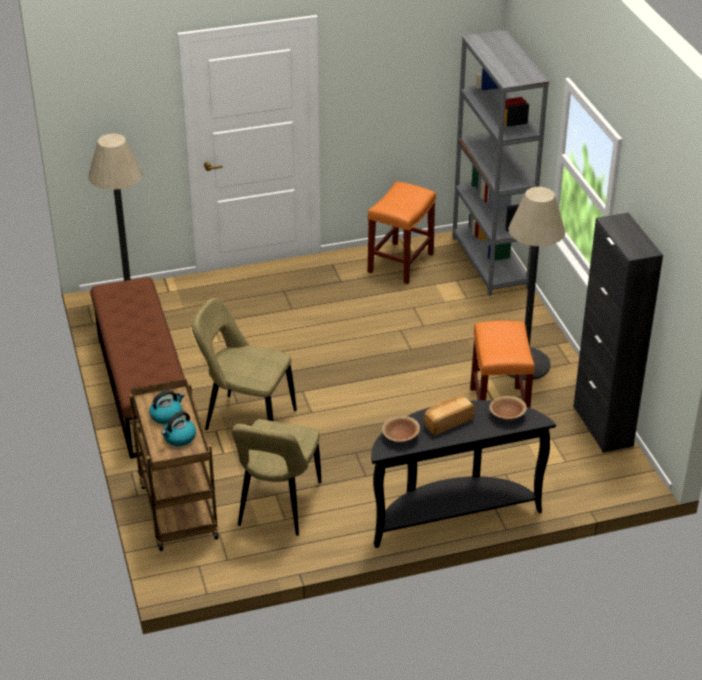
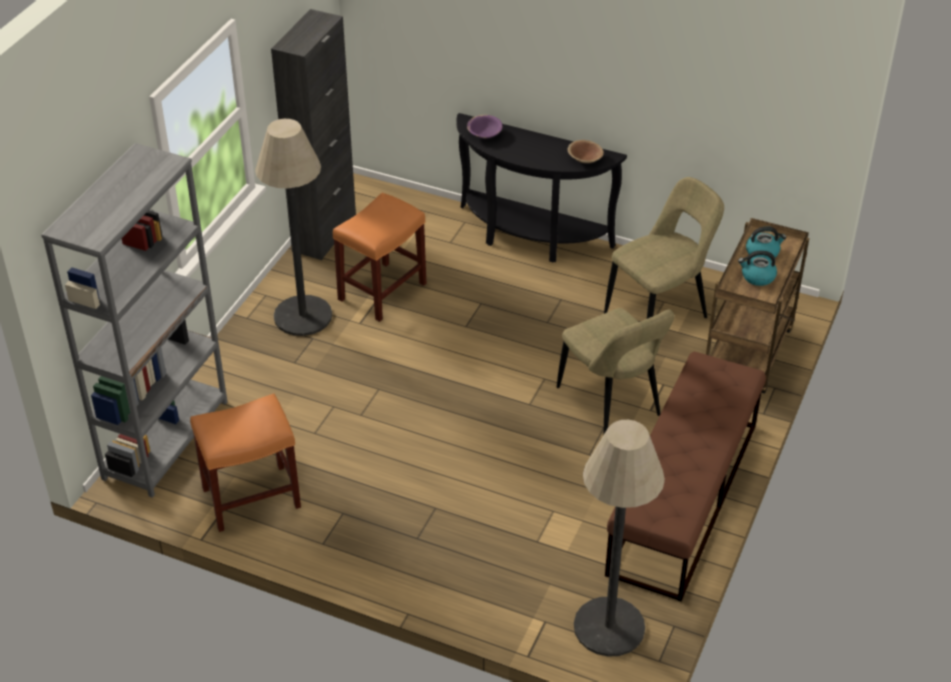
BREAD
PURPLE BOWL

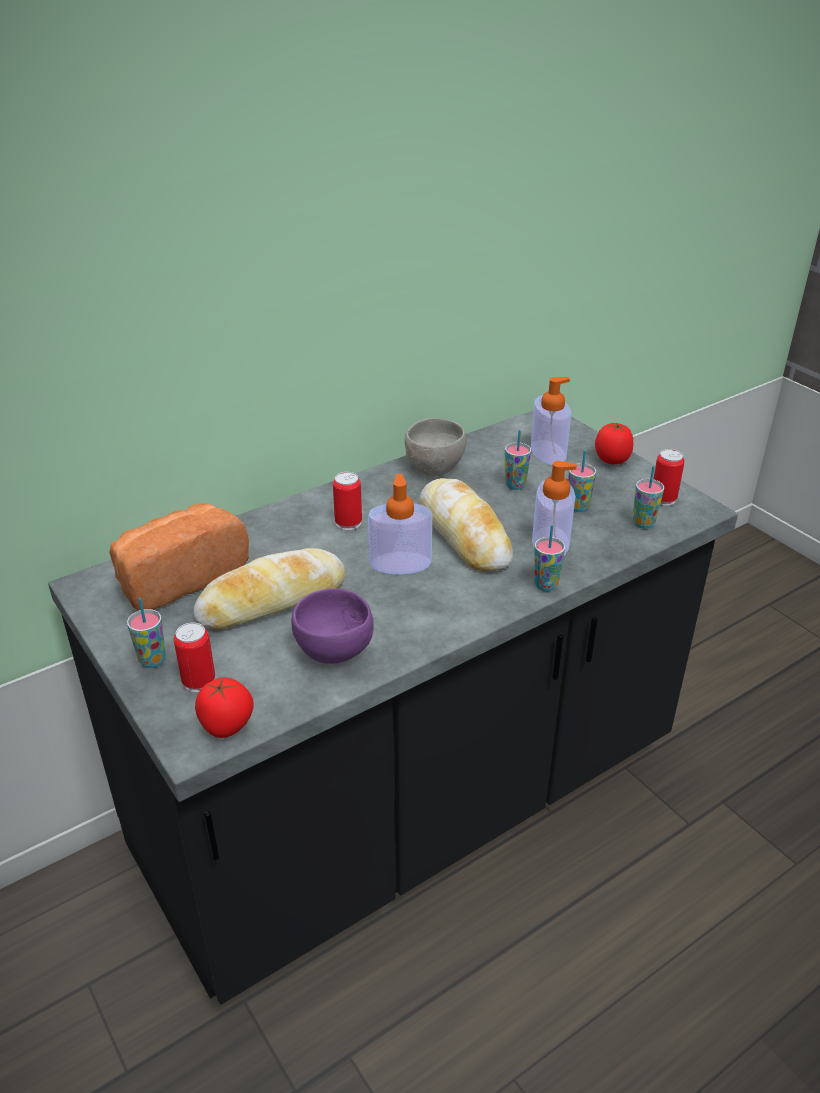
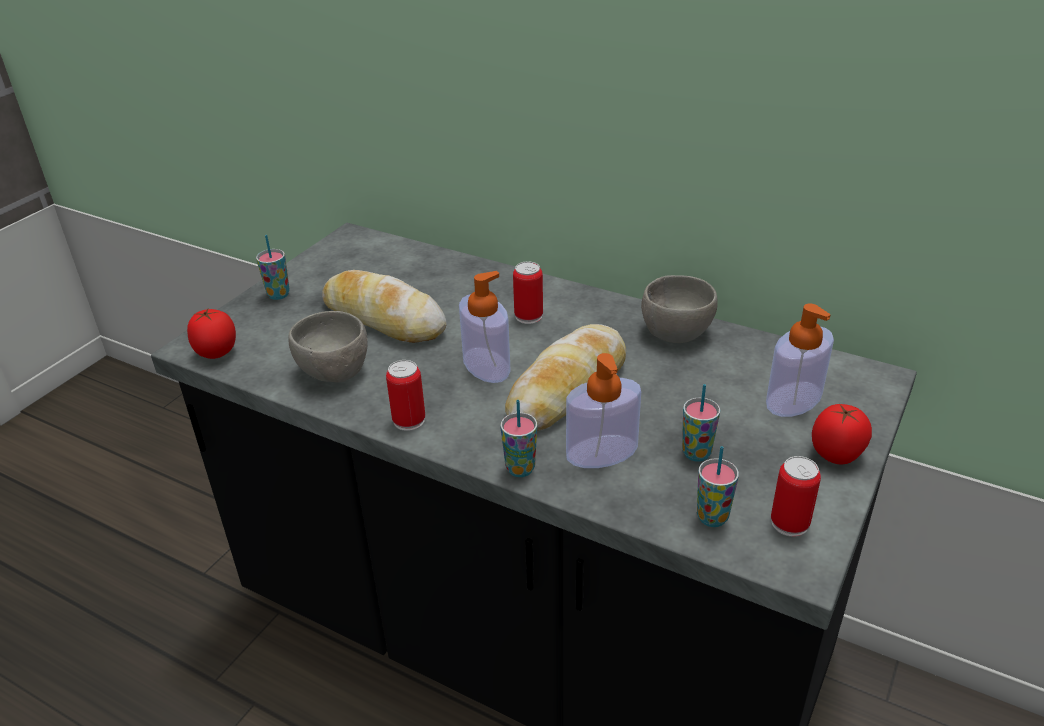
BREAD (1st from left in the first image)
CUP (2nd from left in the first image)
CAN (1st from left)
GREY BOWL (1st from left)

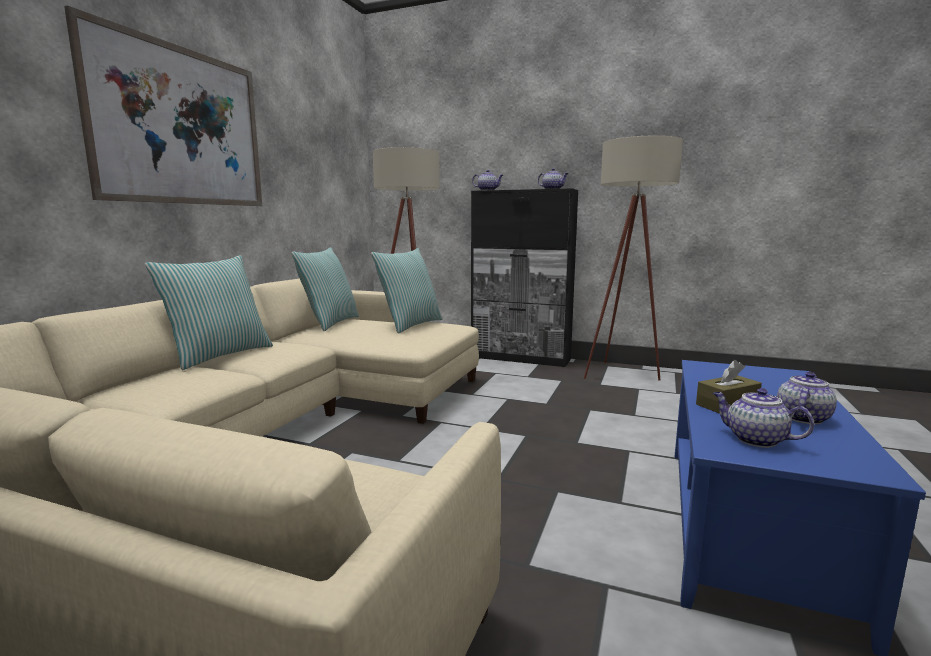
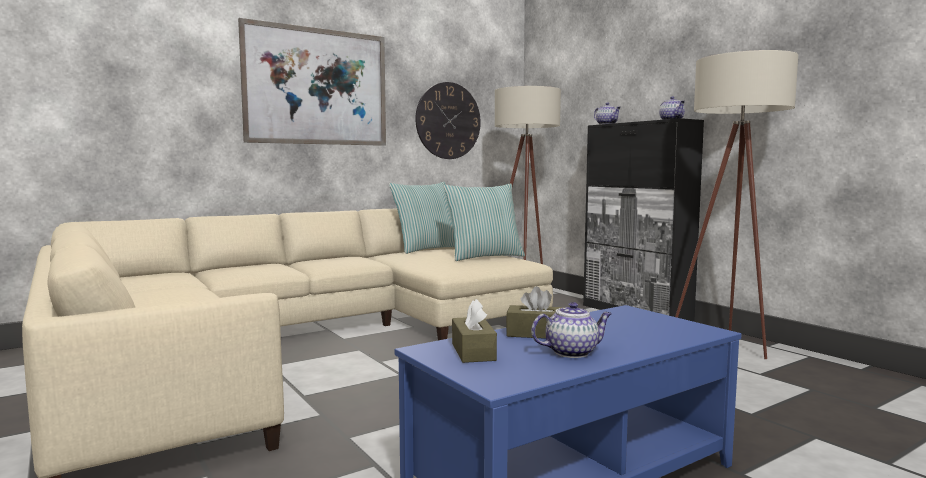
PILLOW (1st from left in the first image)
WALL CLOCK
BROWN TISSUE BOX (1st from left)

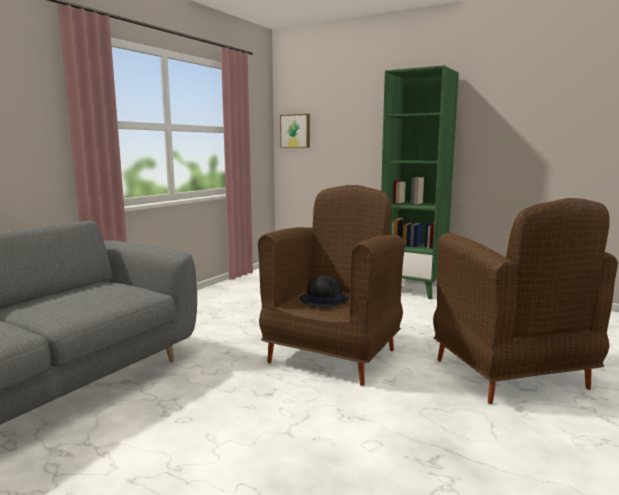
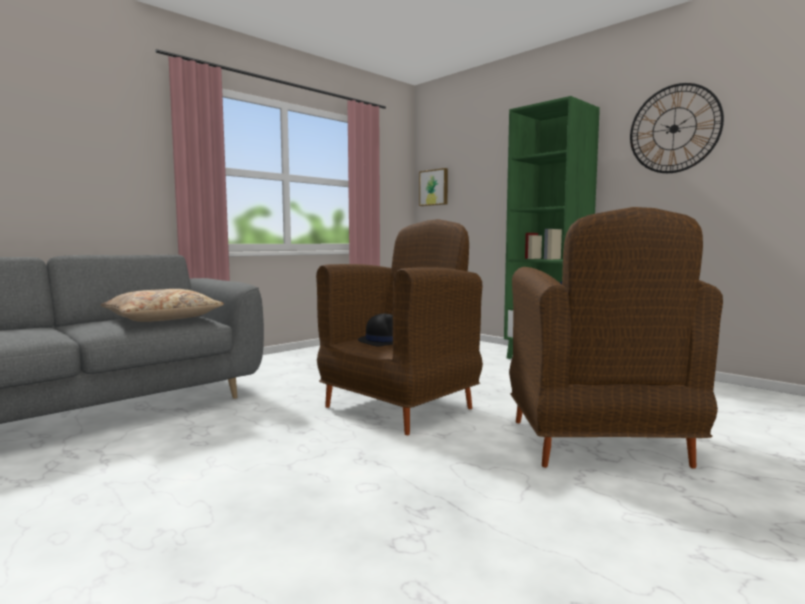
BEIGE PILLOW
WALL CLOCK

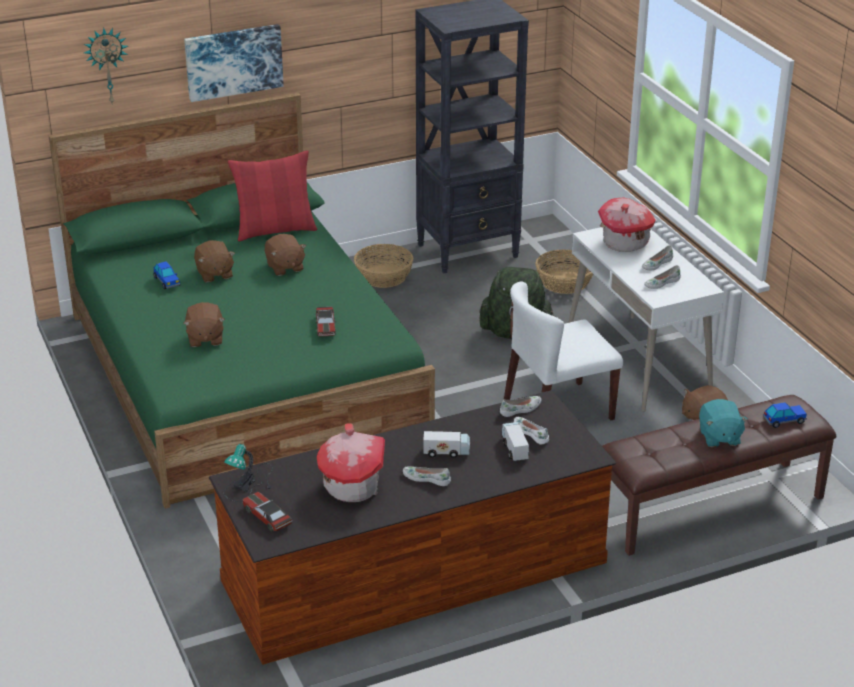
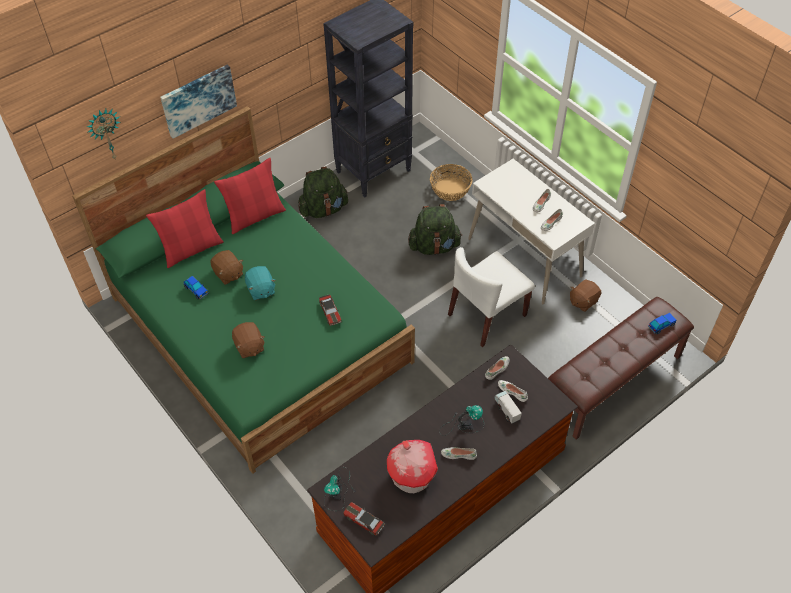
BROWN PLUSH TOY (3rd from left in the first image)
TOY HOUSE (2nd from left in the first image)
RED PILLOW (1st from left)
TURQUOISE PLUSH TOY
GREEN BACKPACK (1st from left)
TABLE LAMP (2nd from left)

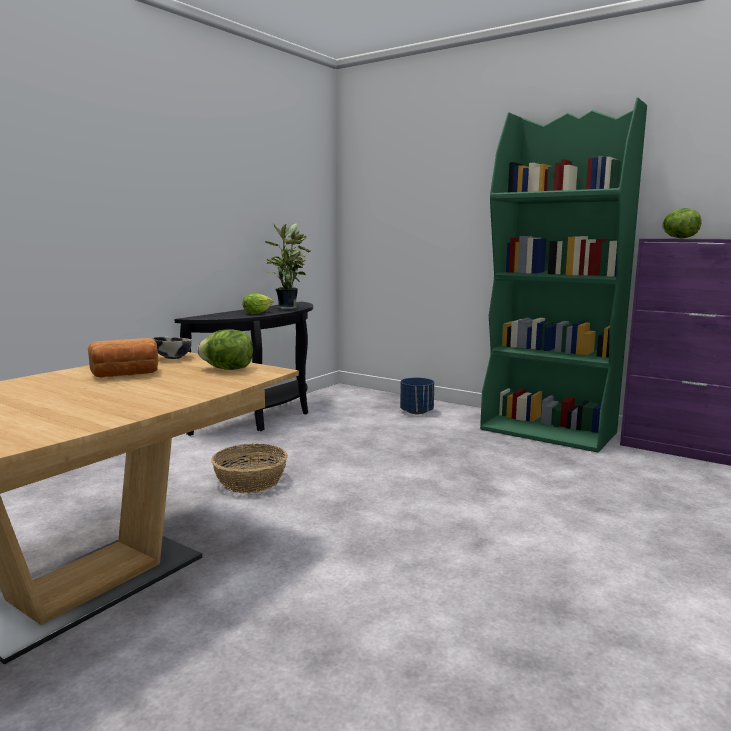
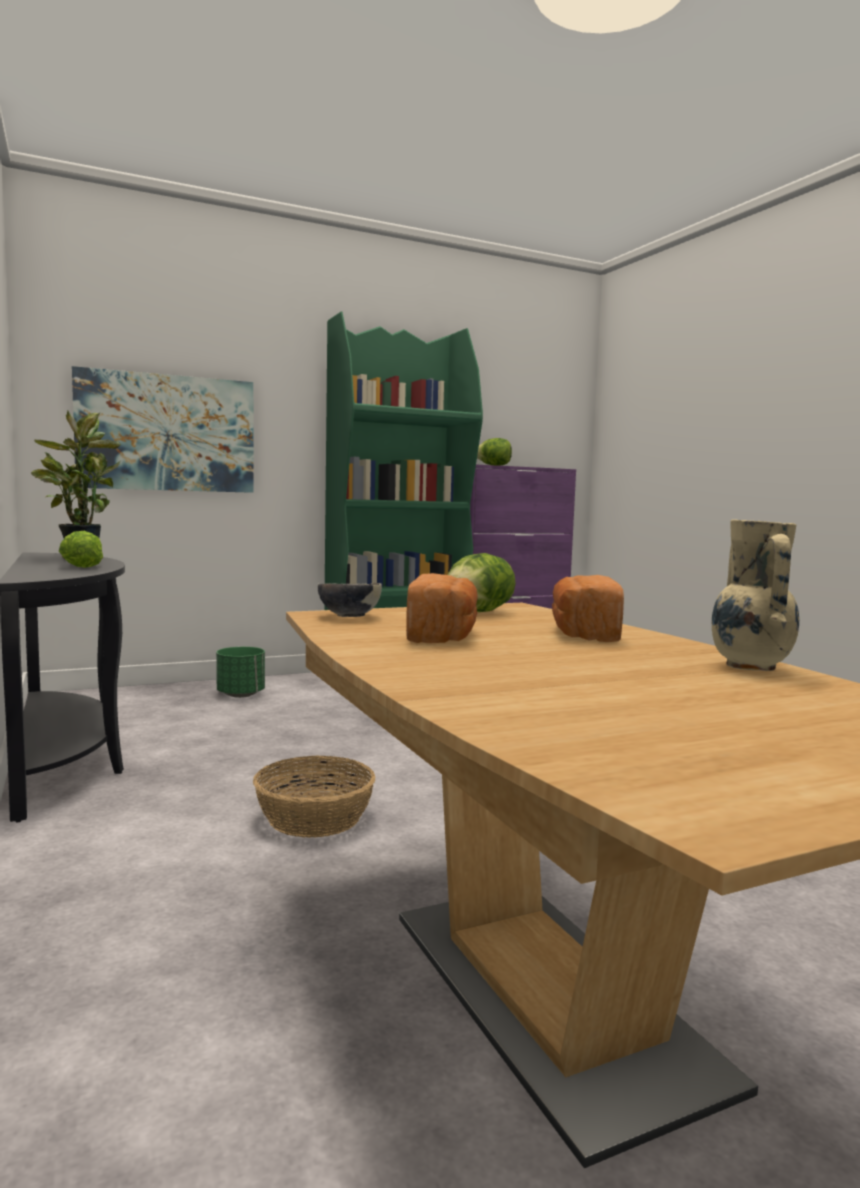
PICTURE
BREAD (2nd from left)
BEIGE VASE
GREEN PLANTER

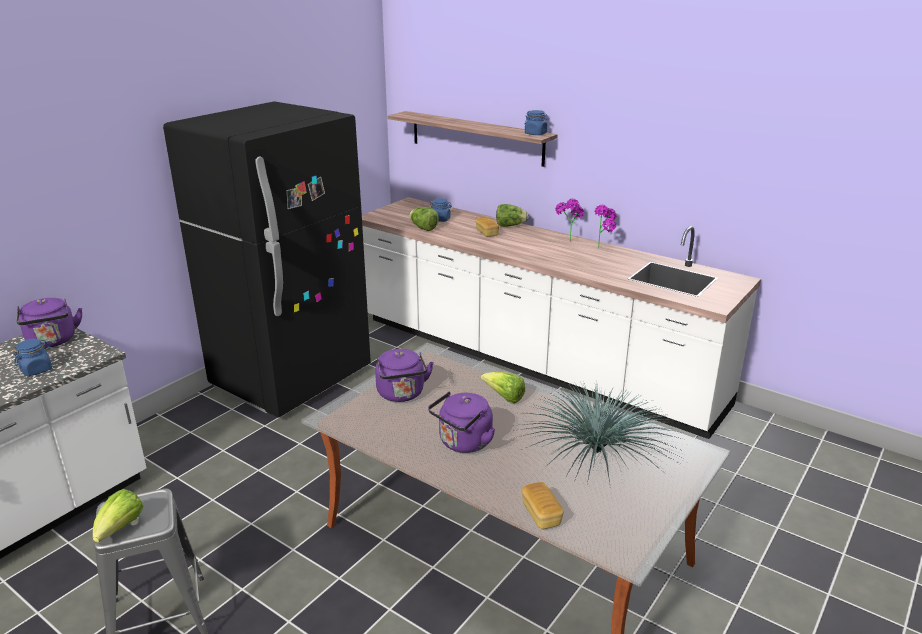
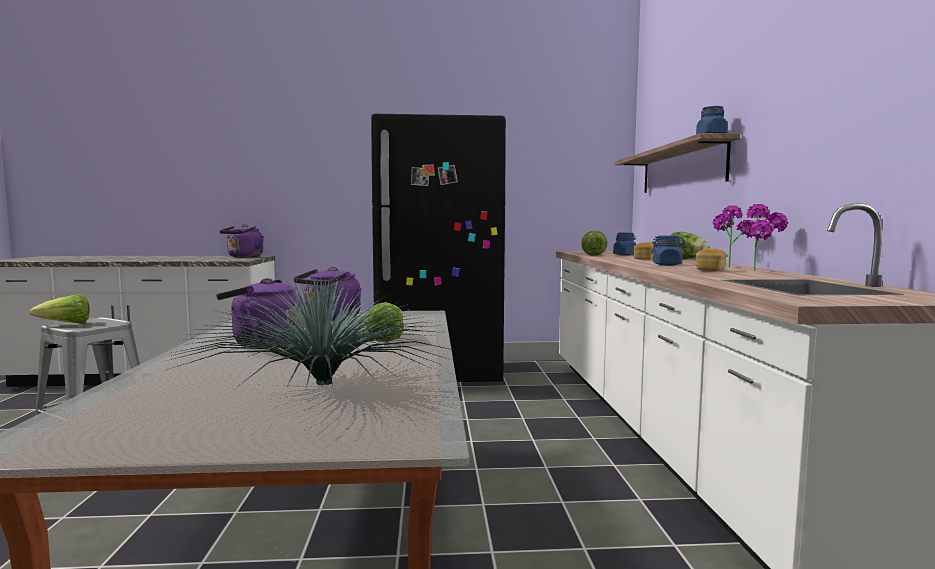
BLUE JAR (2nd from left)
BREAD (2nd from left)

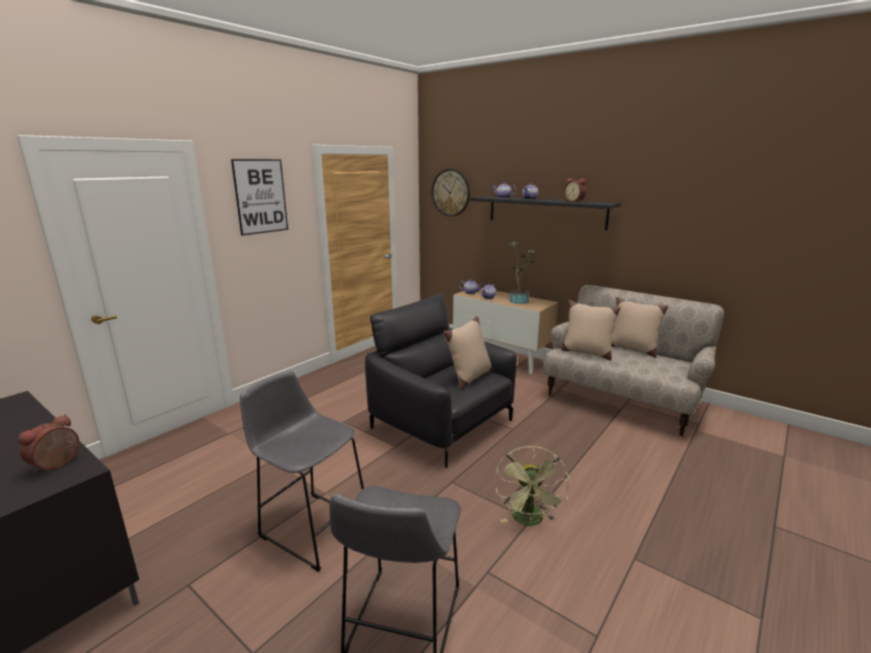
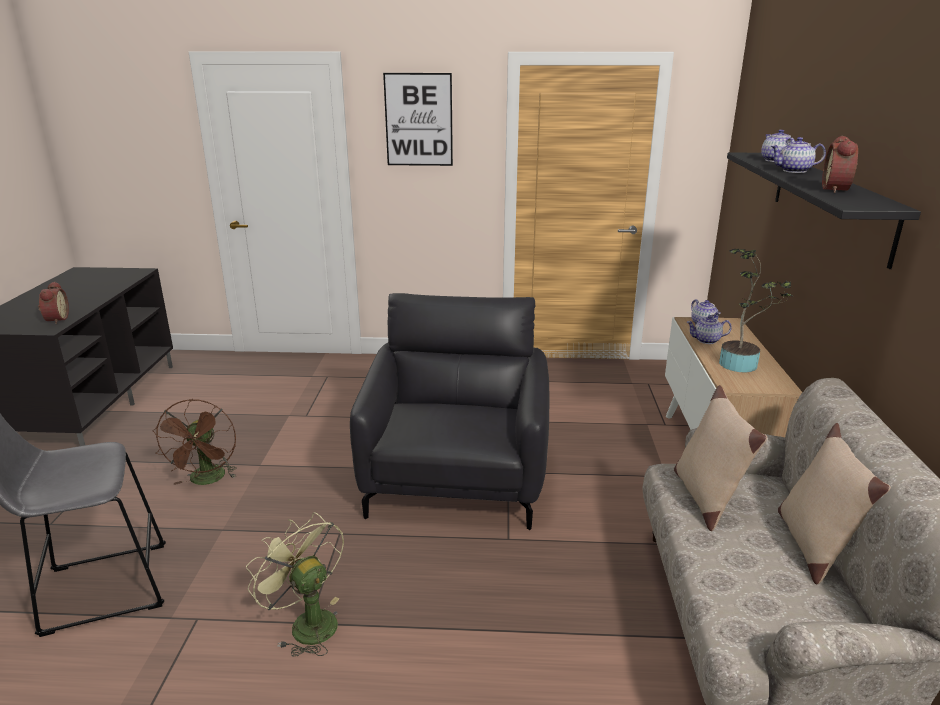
WALL CLOCK
BEIGE PILLOW (1st from left in the first image)
BROWN FAN
ALARM CLOCK (1st from left)
GREEN FAN

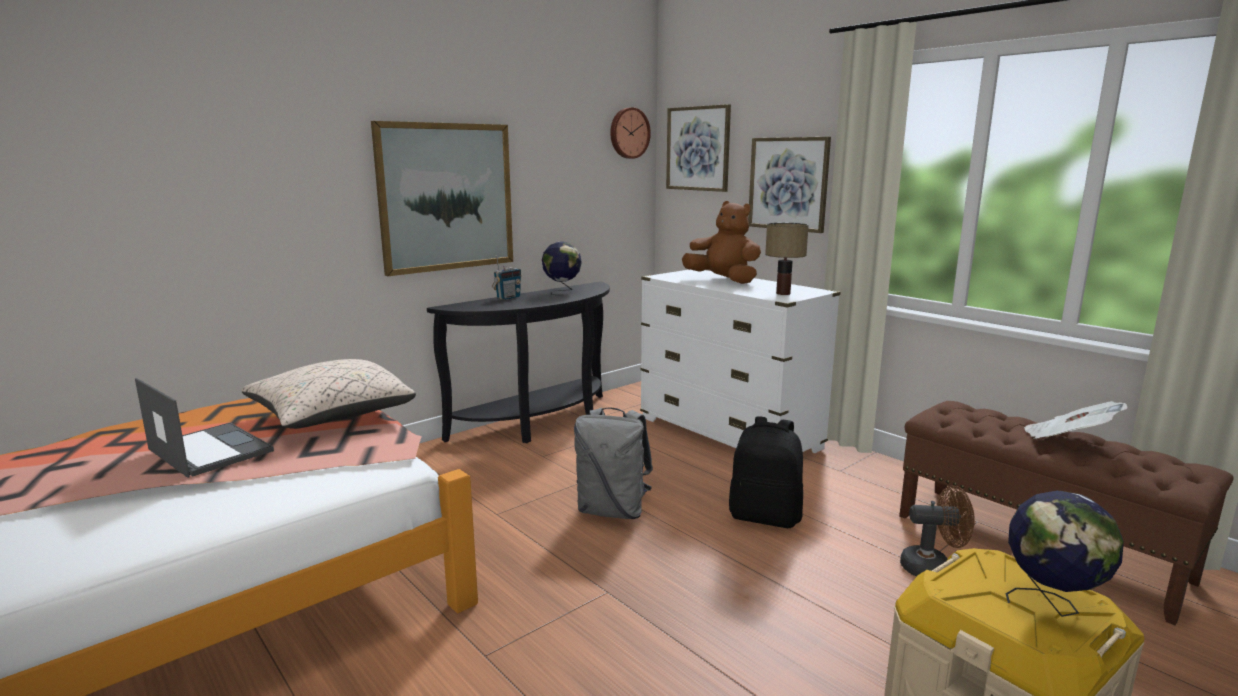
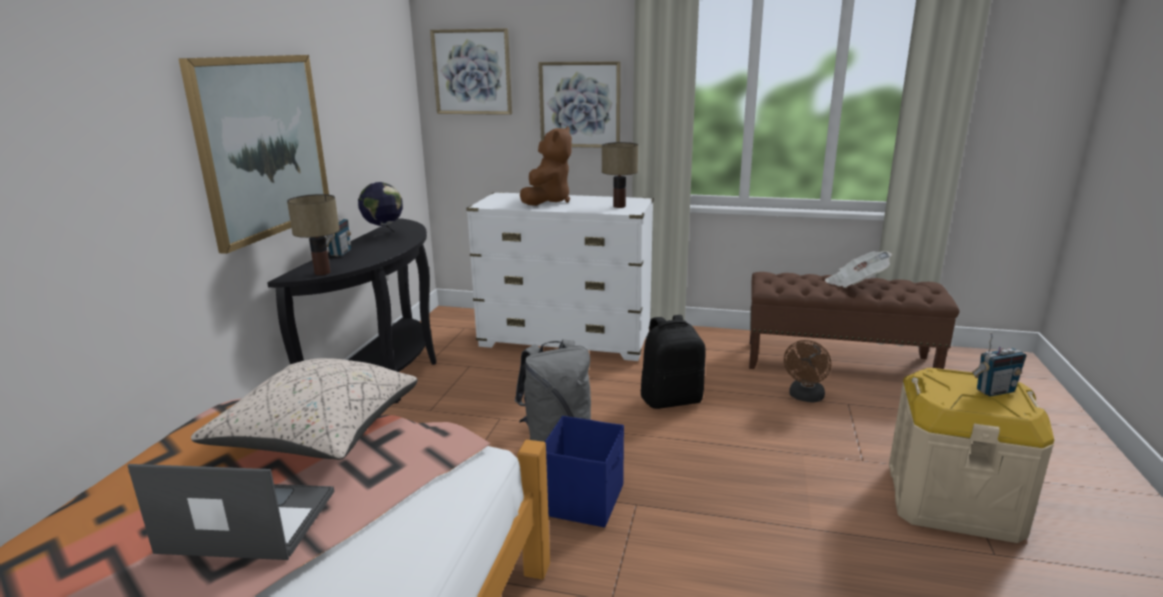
WALL CLOCK
TABLE LAMP (1st from left)
BLUE STORAGE BOX
RADIO (2nd from left)
BROWN PLUSH TOY
BROWN FAN

